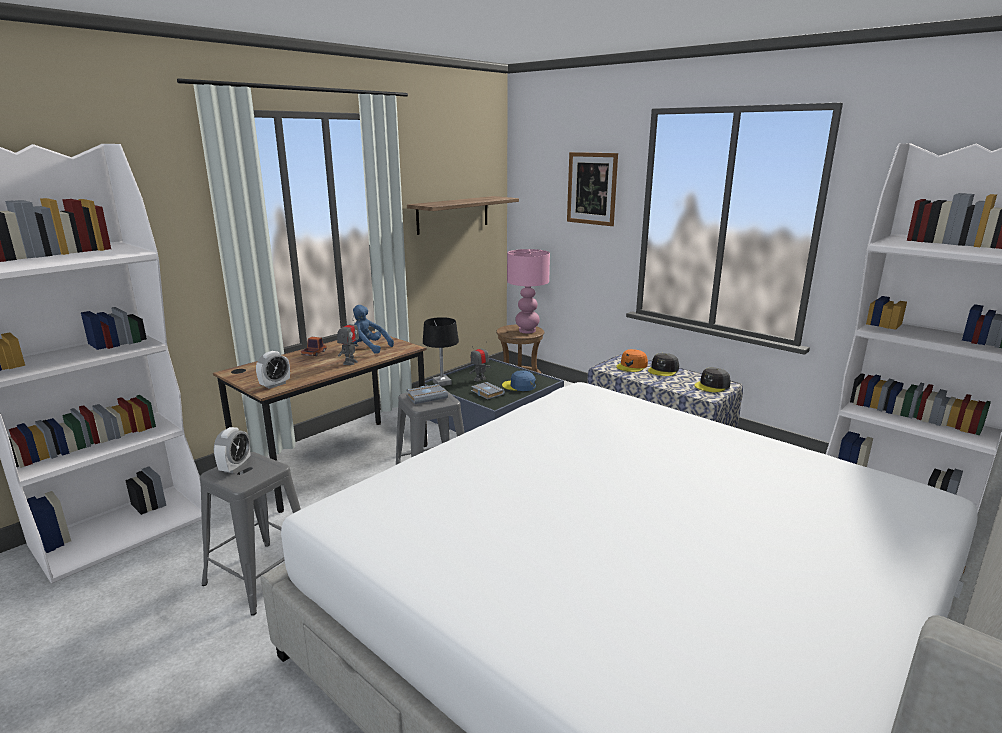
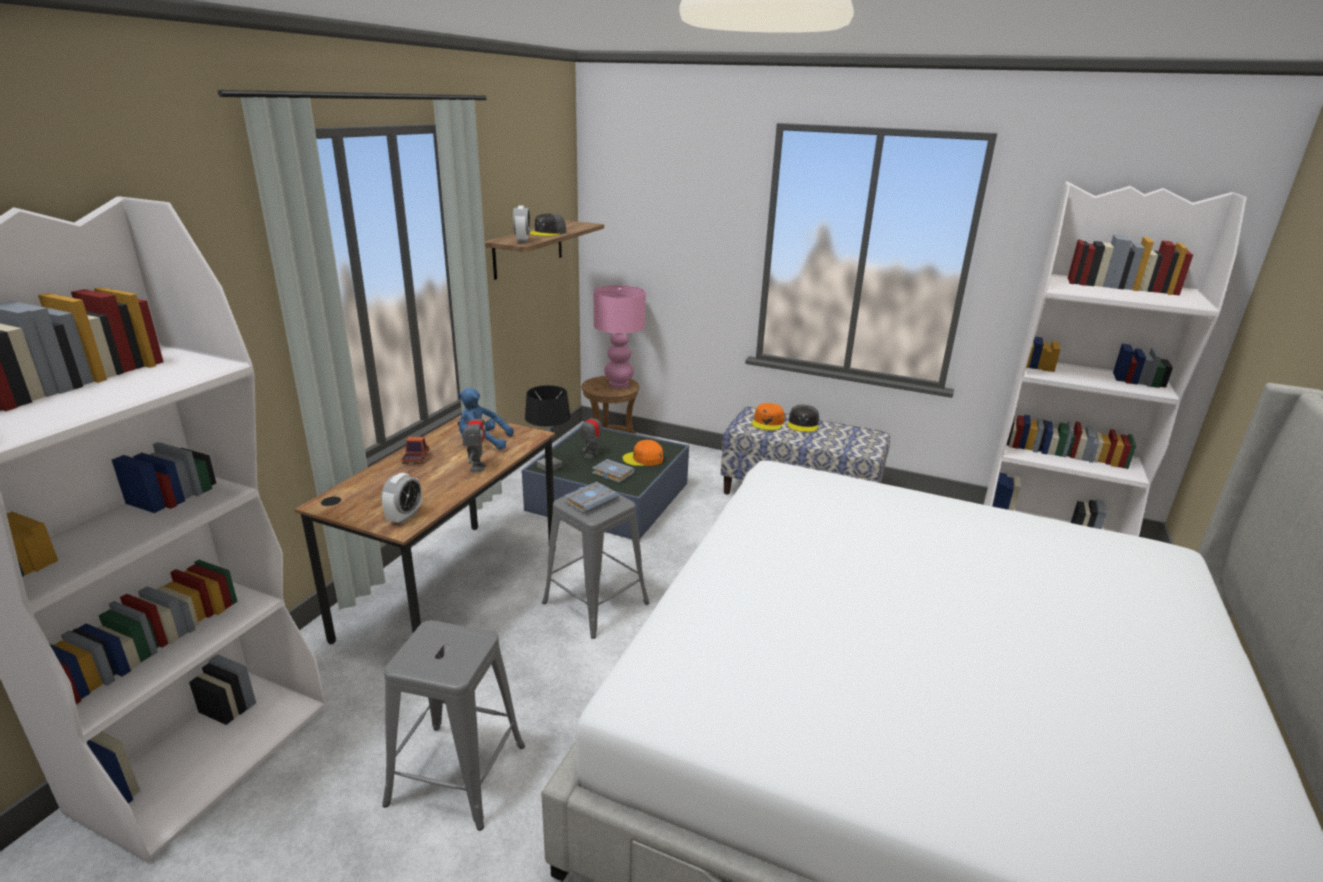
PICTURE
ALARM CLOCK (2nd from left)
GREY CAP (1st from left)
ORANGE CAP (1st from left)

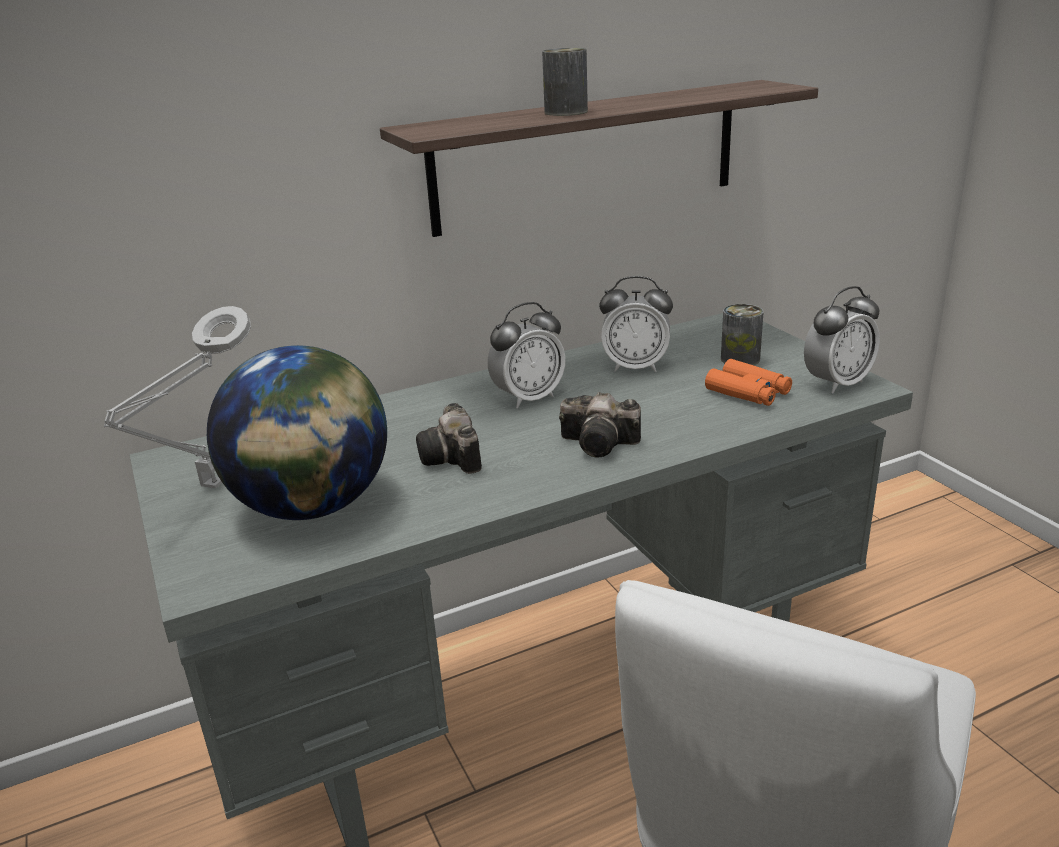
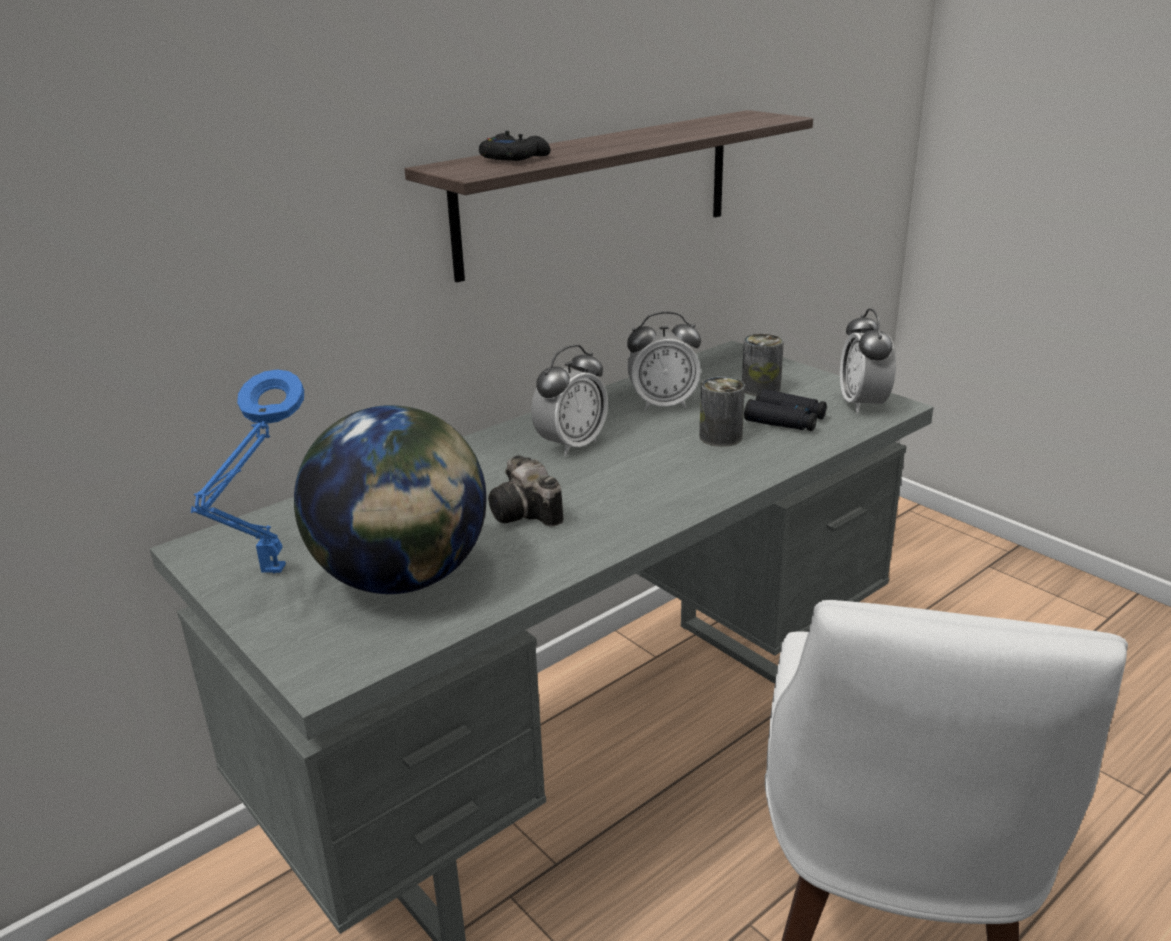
PHOTO CAMERA (2nd from left in the first image)
BLACK GAME CONTROLLER
CAN (1st from left)
BLUE TABLE LAMP
BLACK BINOCULARS
ALARM CLOCK (3rd from left)

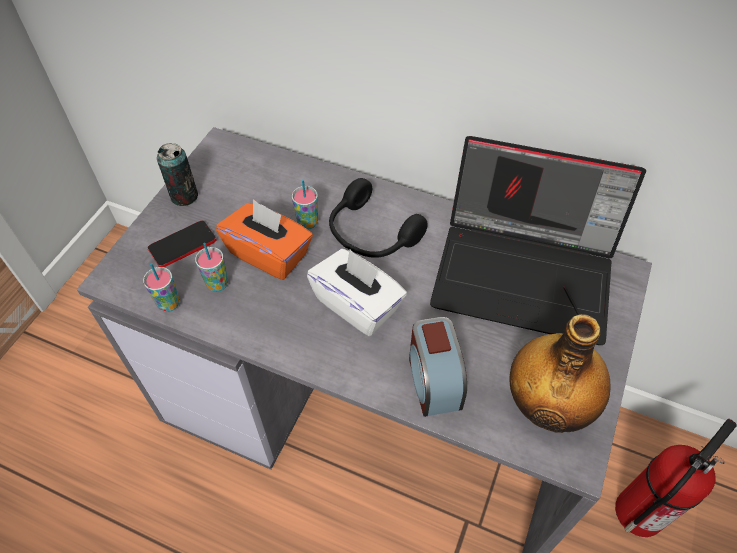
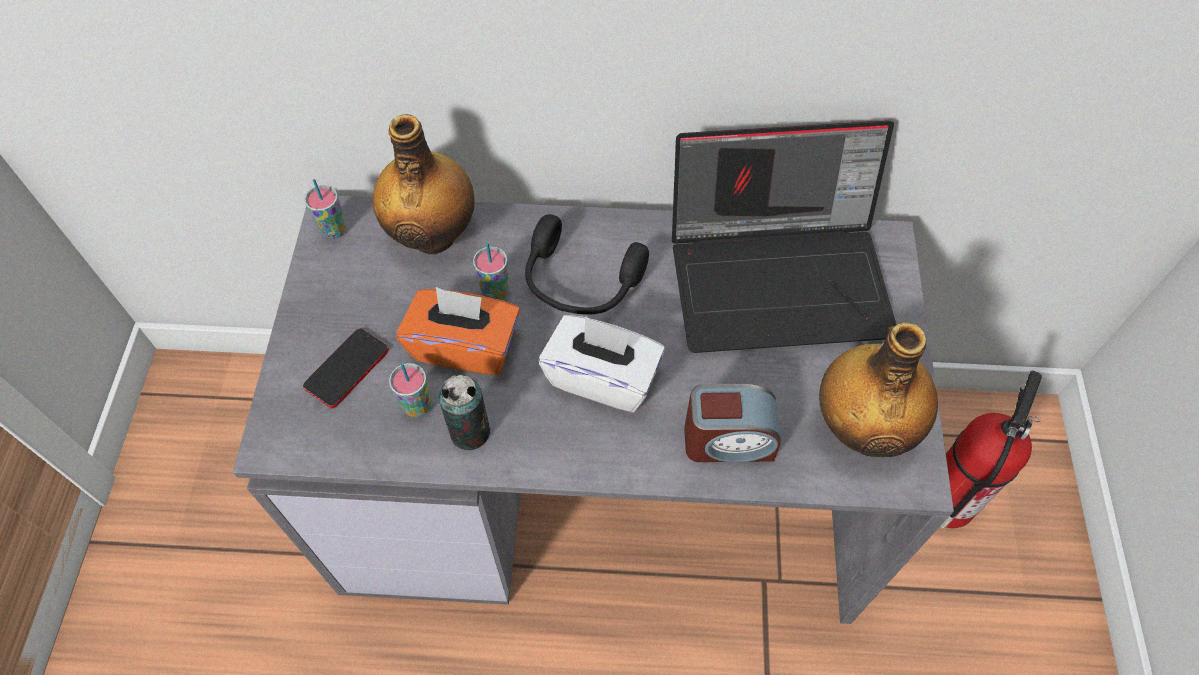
BOTTLE (1st from left)
CUP (1st from left)
CAN
ALARM CLOCK

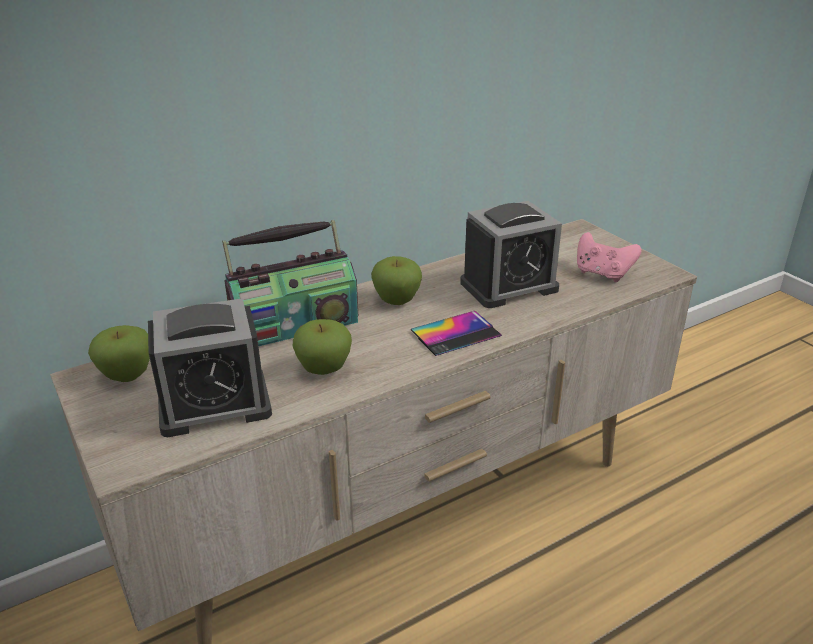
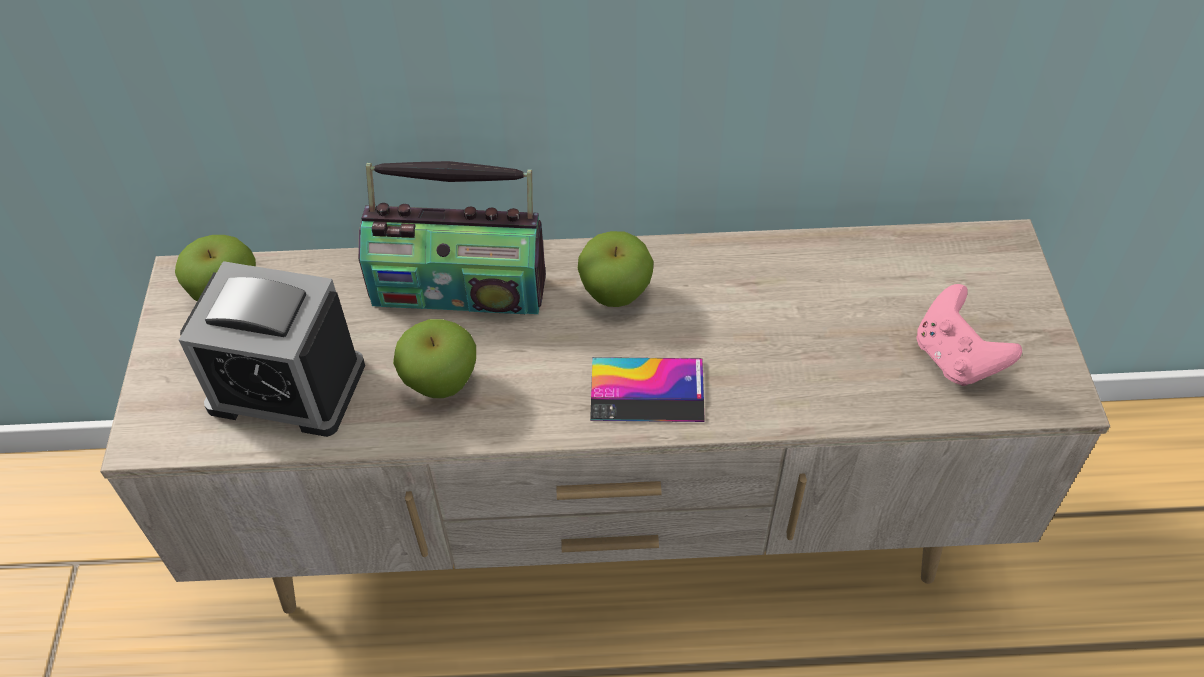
ALARM CLOCK (2nd from left in the first image)

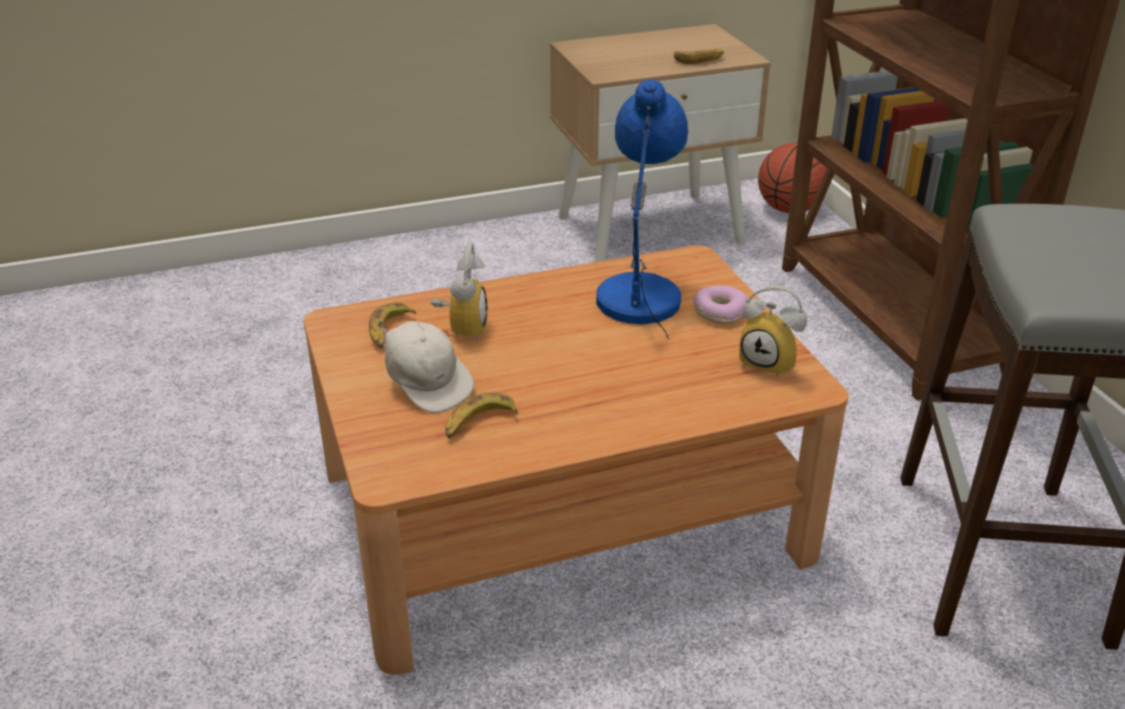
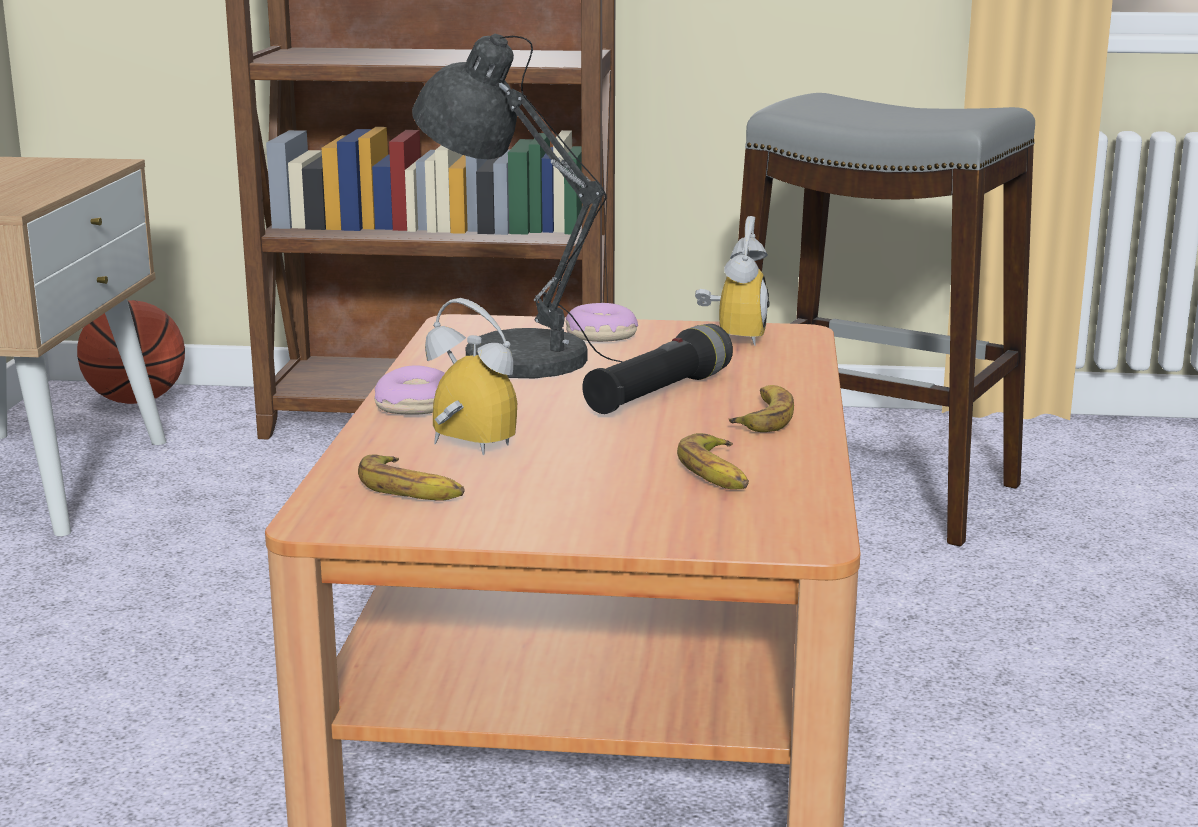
WHITE CAP
DONUT (1st from left)
BLACK FLASHLIGHT
BANANA (3rd from left)
GREY TABLE LAMP
ALARM CLOCK (2nd from left)

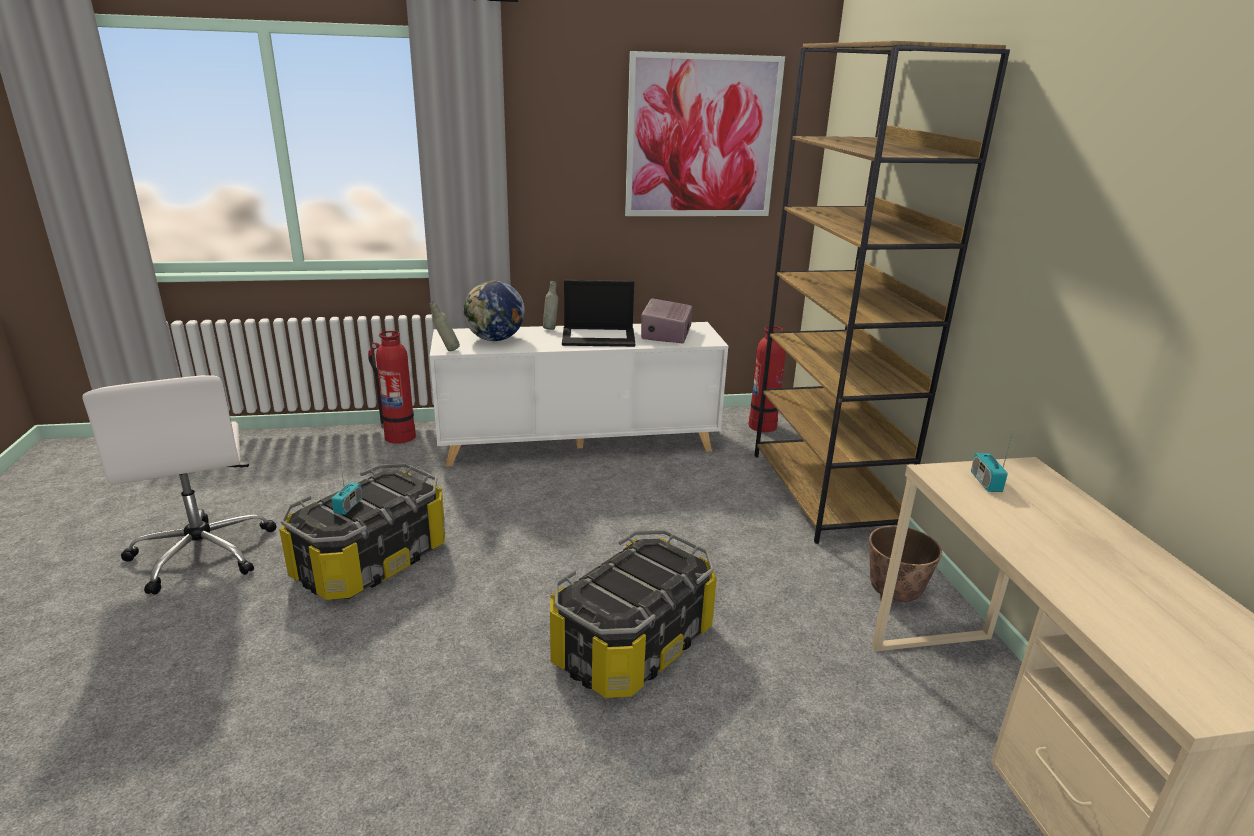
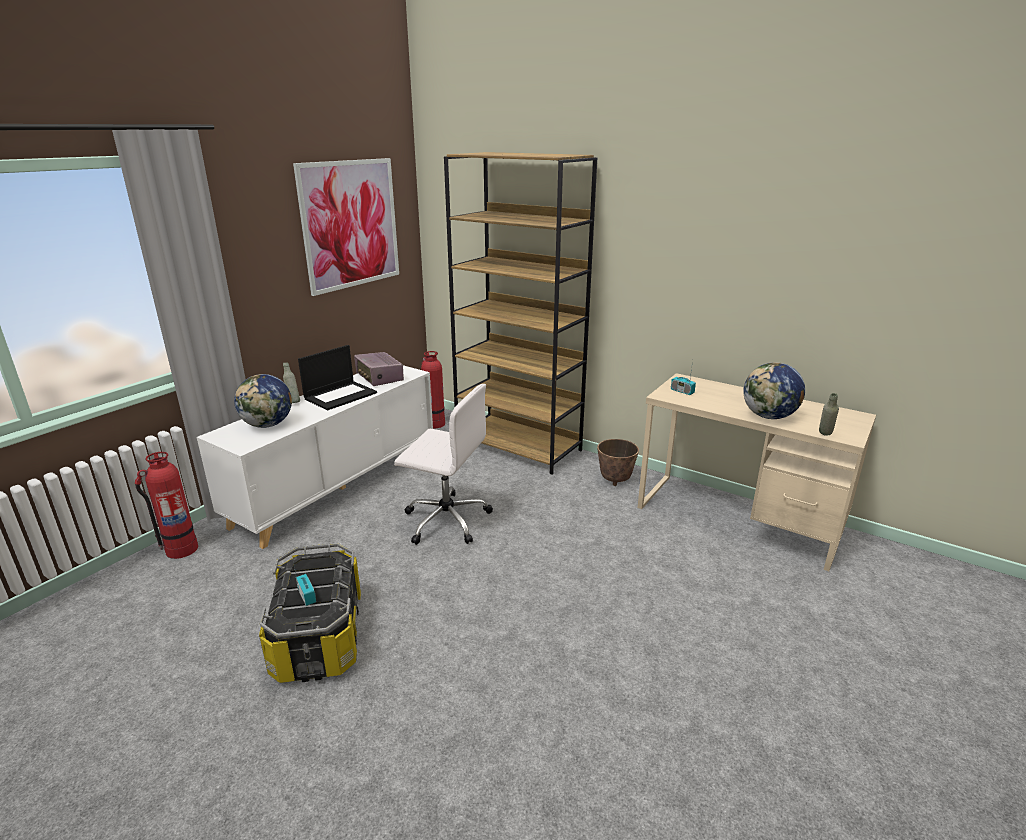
STORAGE BOX (2nd from left in the first image)
GLOBE (2nd from left)
WHITE OFFICE CHAIR
GREY BOTTLE (2nd from left)

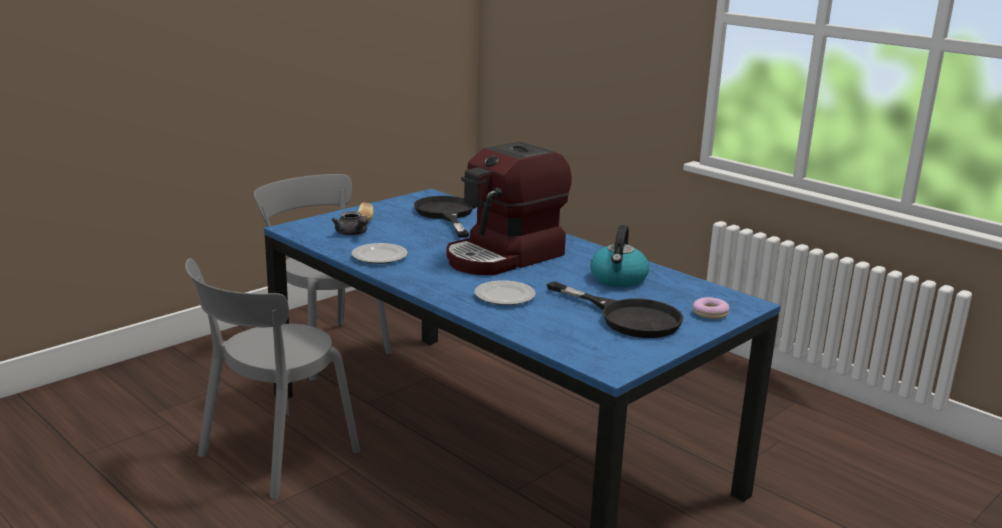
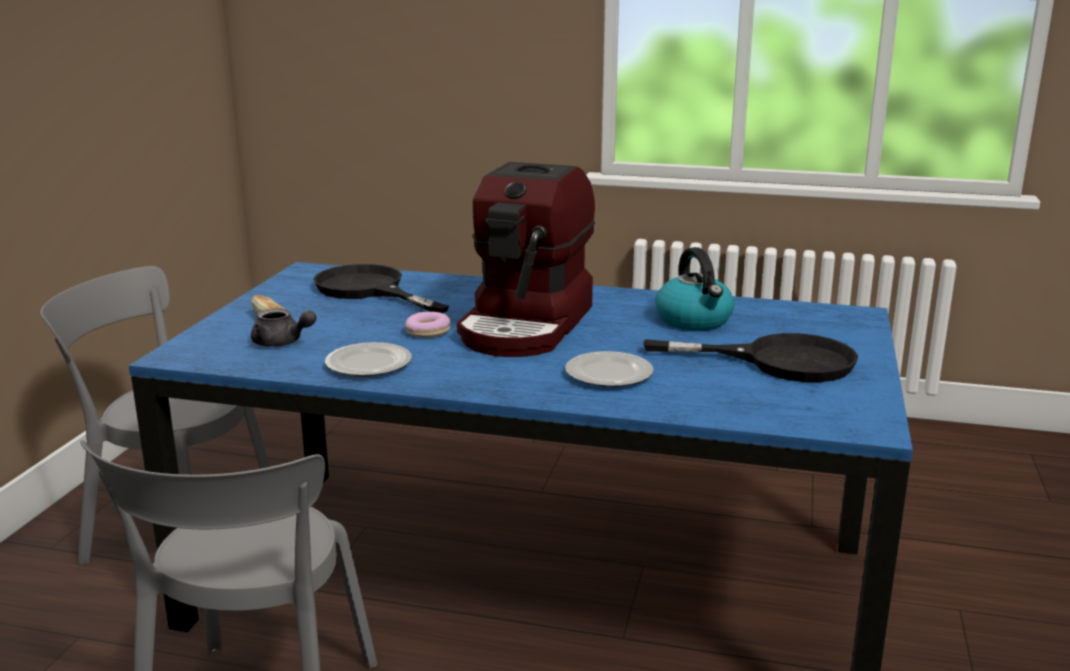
DONUT

